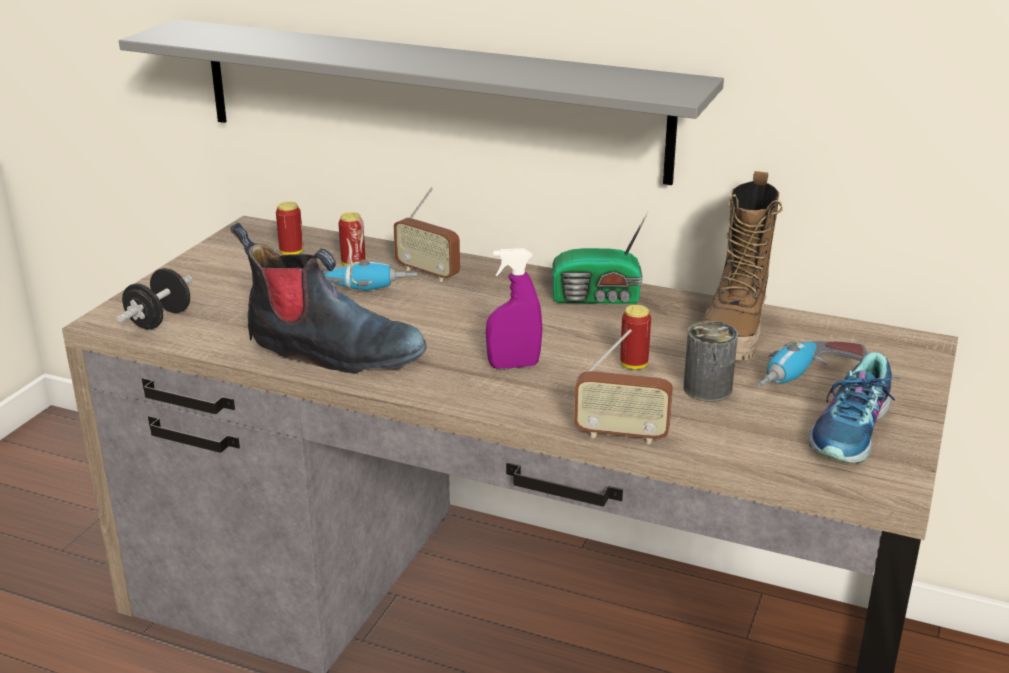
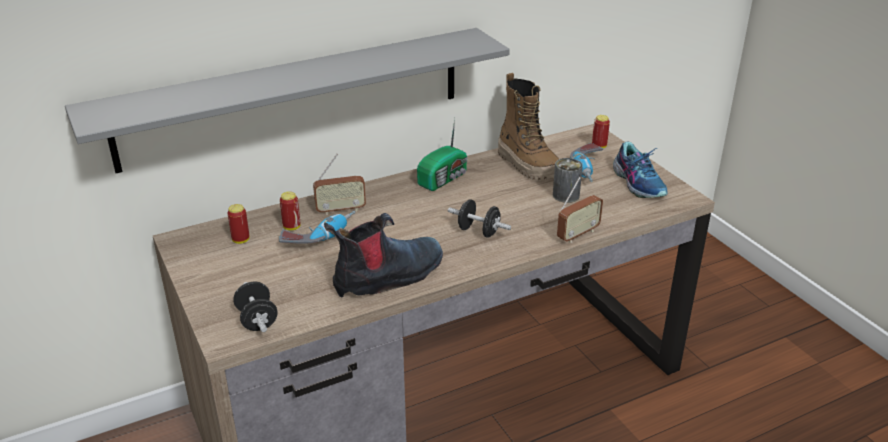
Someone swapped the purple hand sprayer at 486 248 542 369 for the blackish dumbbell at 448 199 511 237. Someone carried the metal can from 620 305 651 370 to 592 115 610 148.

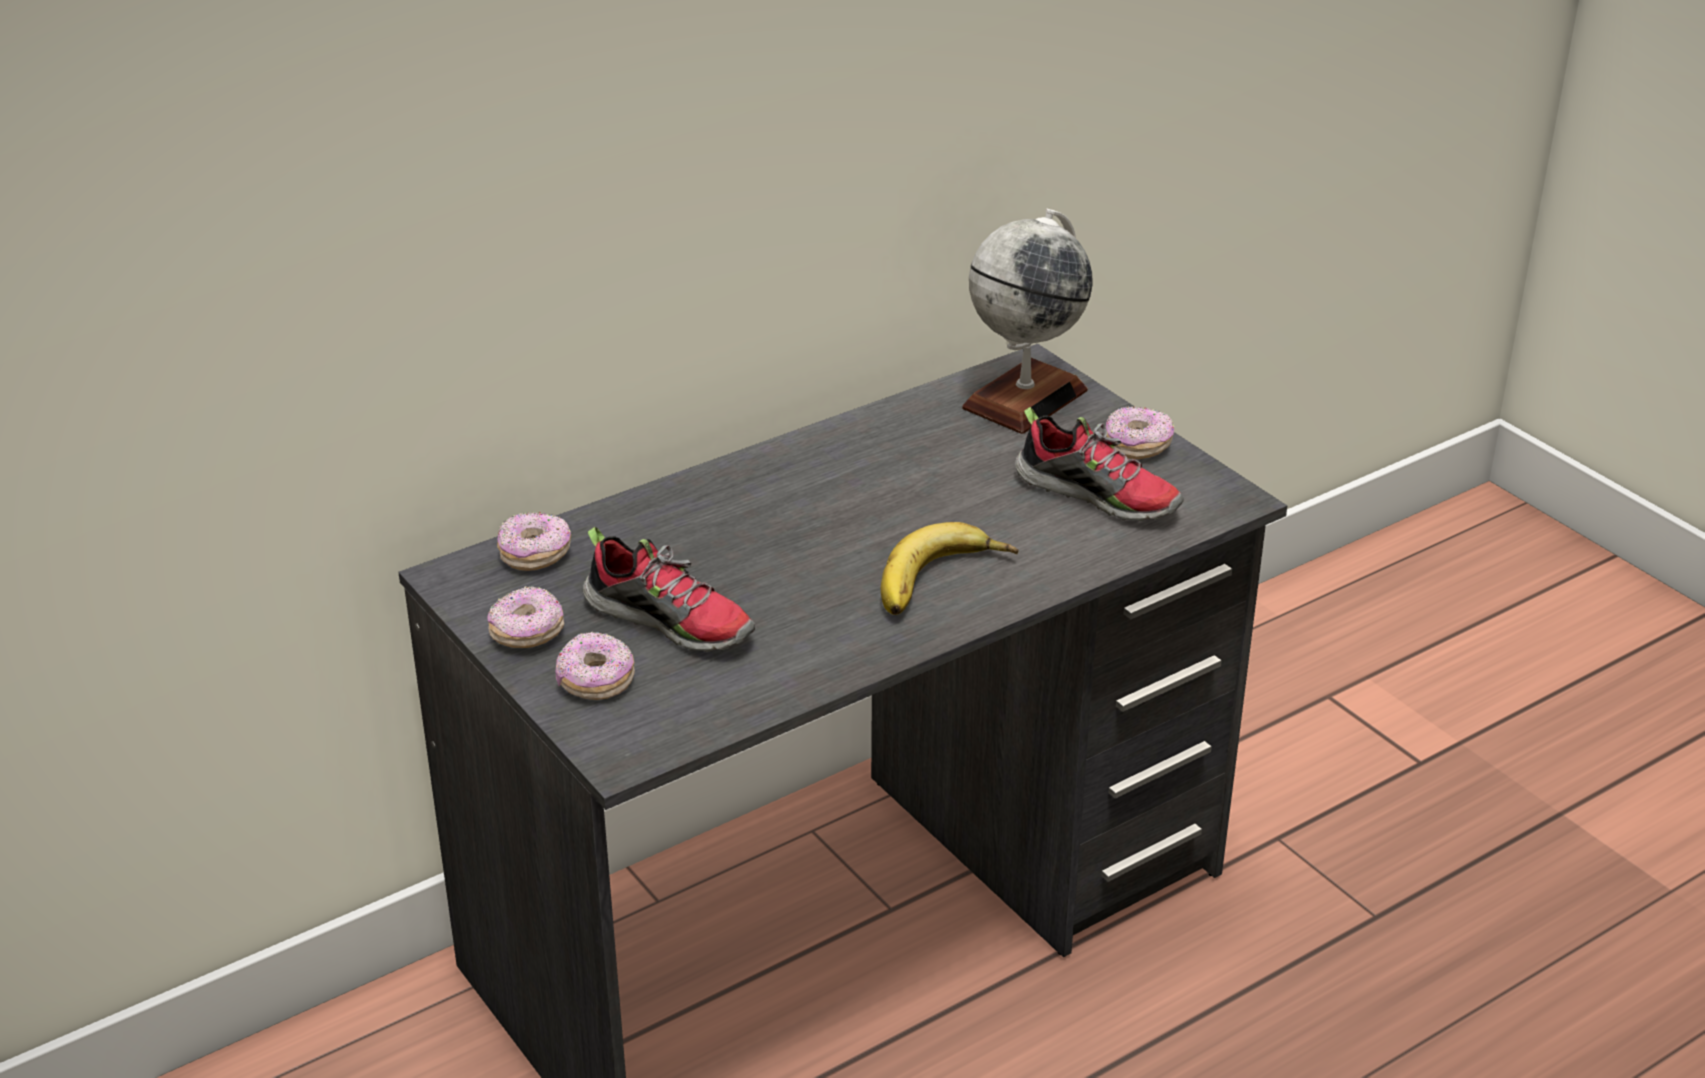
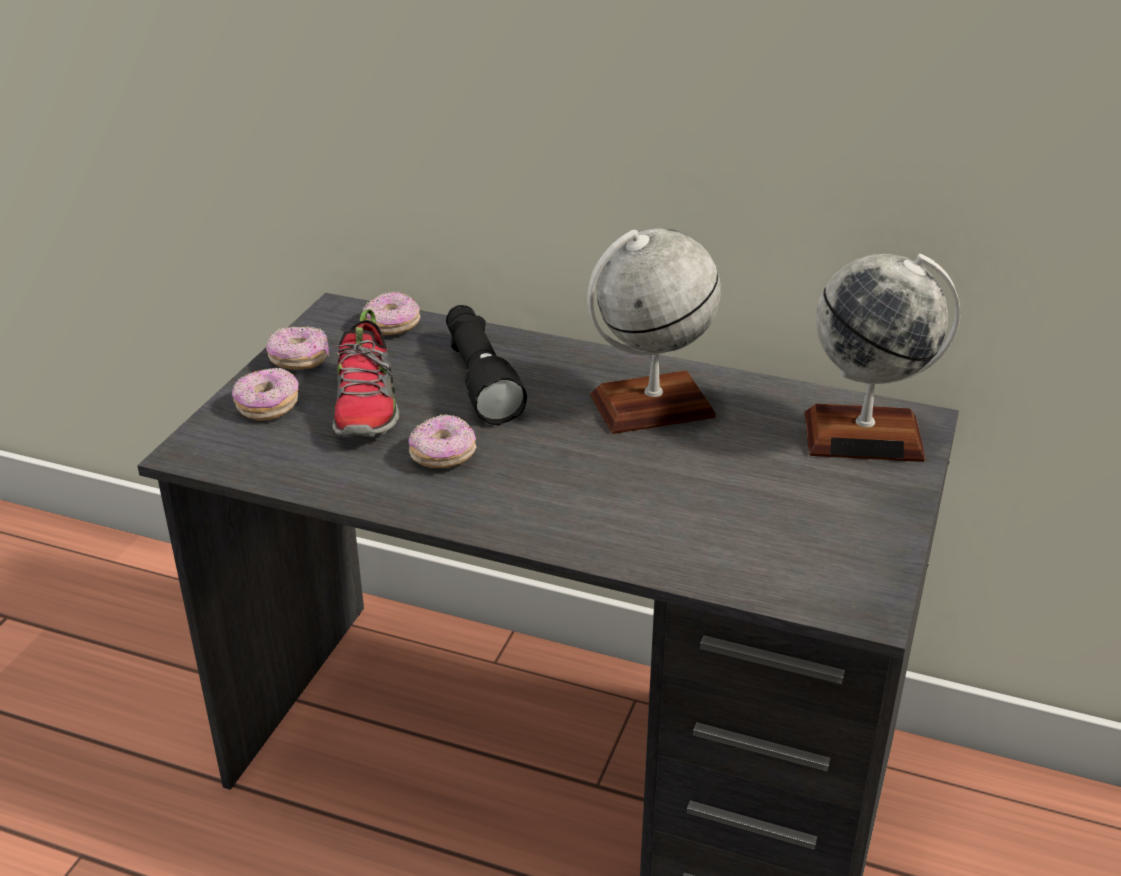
Someone carried the ring doughnut from 1106 406 1174 459 to 409 414 476 468. Someone put down the blackish torch at 446 305 527 425. Someone put down the world globe at 587 228 721 434. Someone took away the banana at 881 522 1018 615. Someone took away the shoe at 1015 407 1184 522.

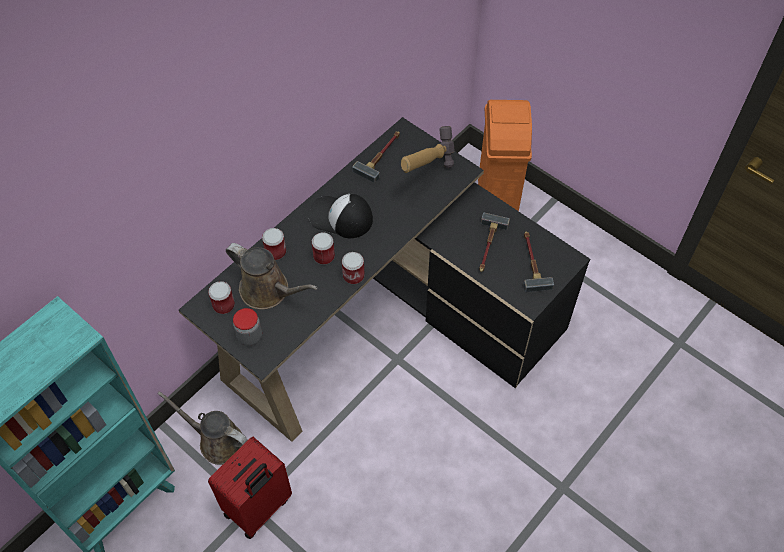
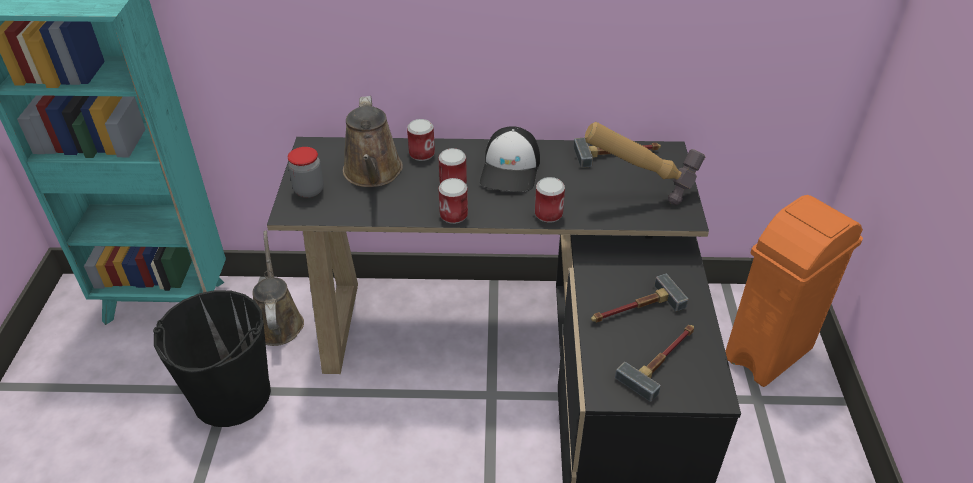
Someone swapped the reddish piece of luggage at 208 437 292 539 for the blackish pail at 153 290 271 427. Someone rotated the cap at 309 194 373 238 by 150 degrees counterclockwise. Someone carried the metal can from 208 281 235 314 to 535 177 565 223.

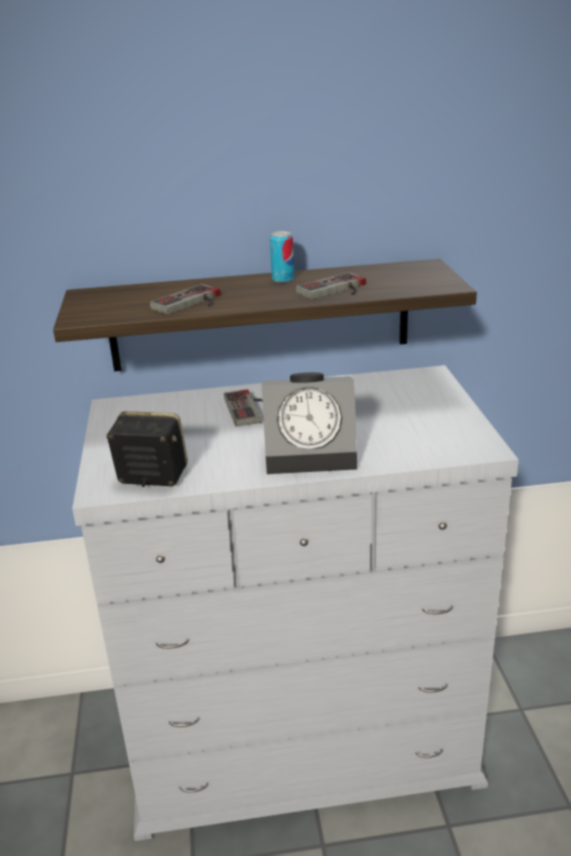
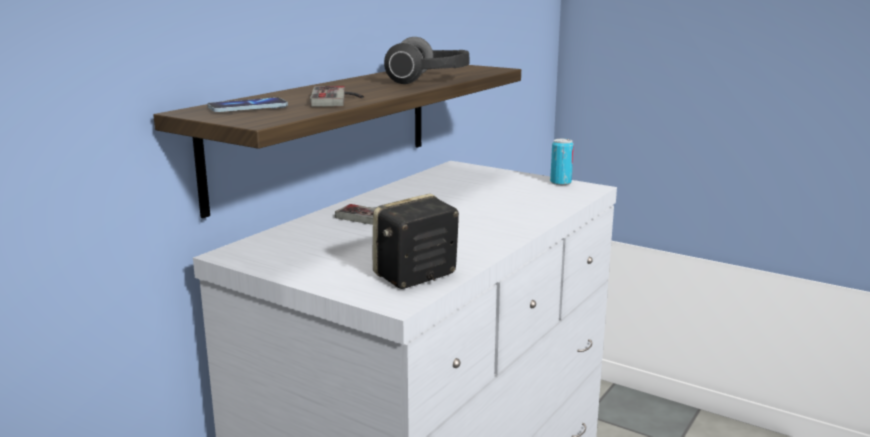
Someone put down the handset at 207 97 288 112. Someone swapped the gamepad at 295 272 366 299 for the pair of headphones at 384 37 470 84. Someone carried the metal can from 270 231 294 283 to 550 139 574 185. Someone took away the alarm clock at 262 372 357 474.

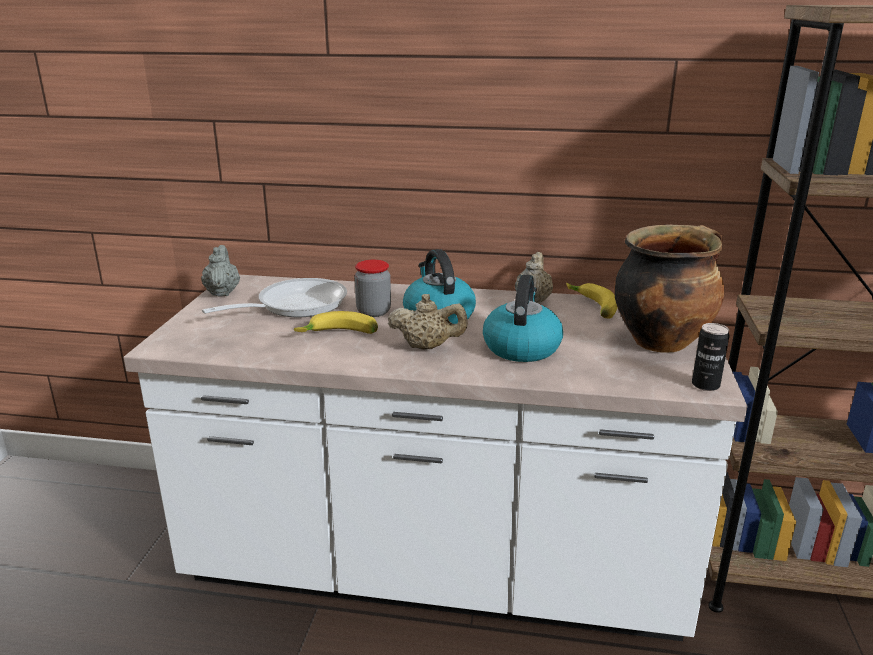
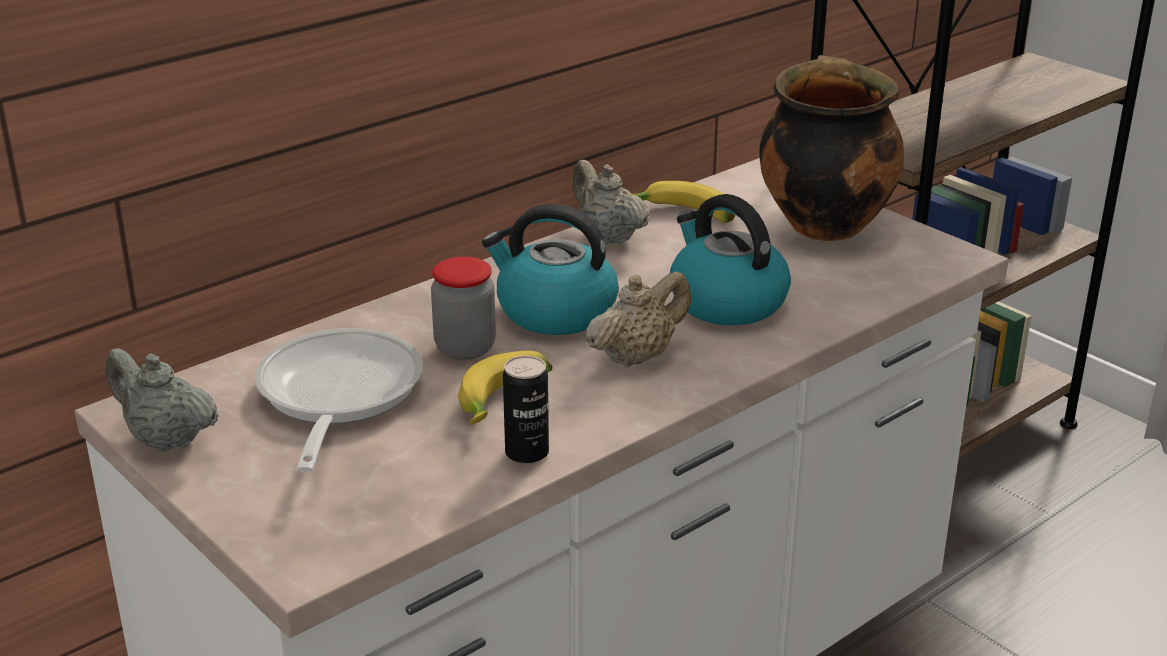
Someone carried the metal can from 692 323 729 391 to 503 355 549 464.

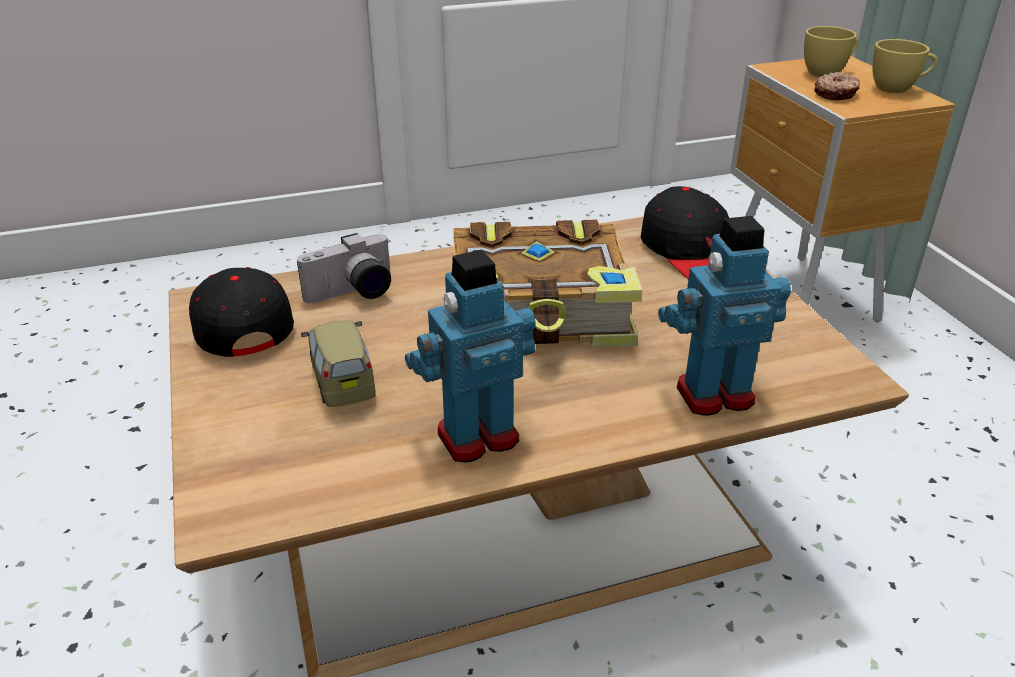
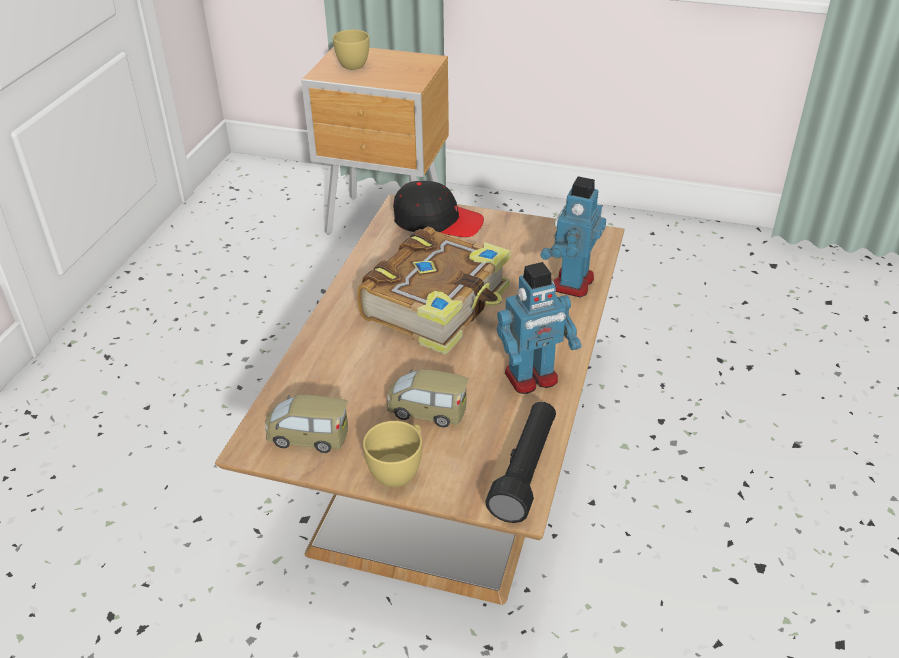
Someone swapped the blackish cap at 189 267 294 357 for the toy car at 265 395 348 453. Someone carried the yellow-coloured drinking cup from 872 39 937 93 to 363 421 422 487. Someone put down the blackish torch at 485 402 556 523. Someone rotated the toy robot at 405 249 536 462 by 120 degrees counterclockwise. Someone took away the photo camera at 297 233 391 303. Someone took away the ring doughnut at 814 72 860 100.

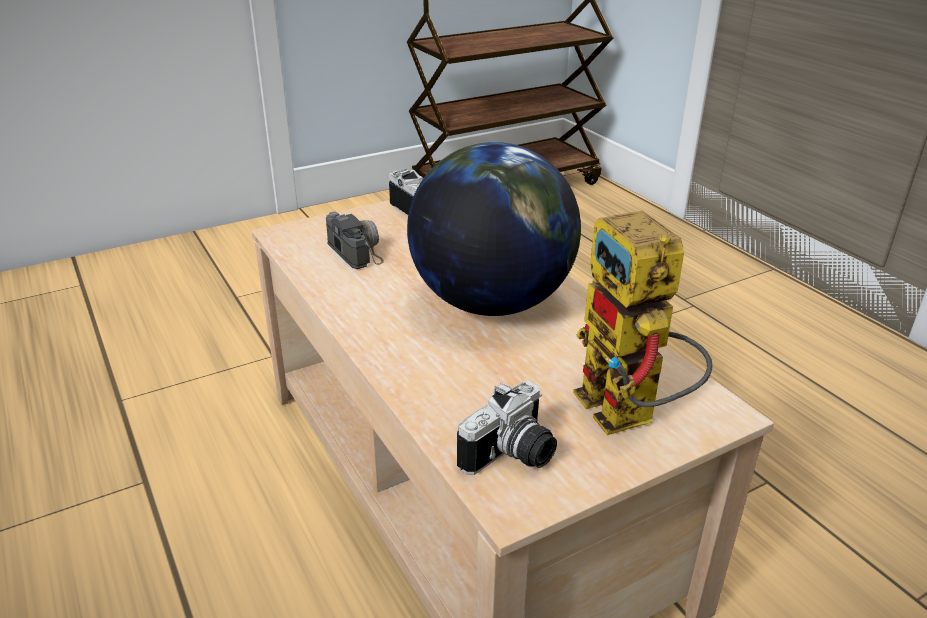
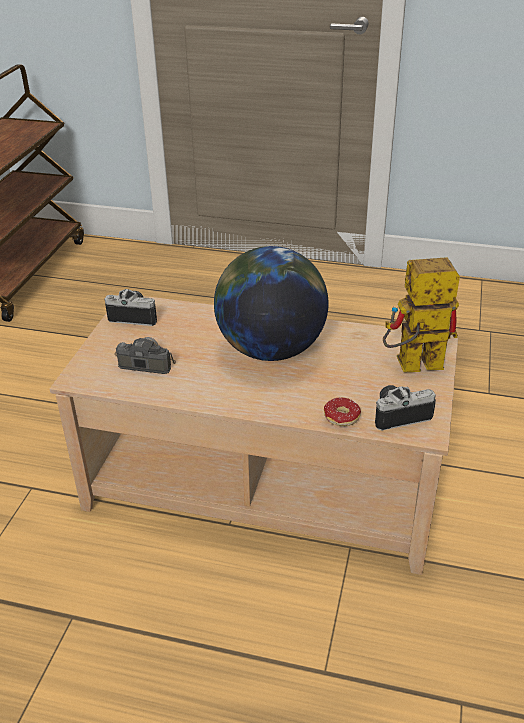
Someone put down the ring doughnut at 324 398 361 426. Someone rotated the photo camera at 457 381 557 475 by 105 degrees counterclockwise. Someone rotated the toy robot at 573 211 713 435 by 150 degrees clockwise.

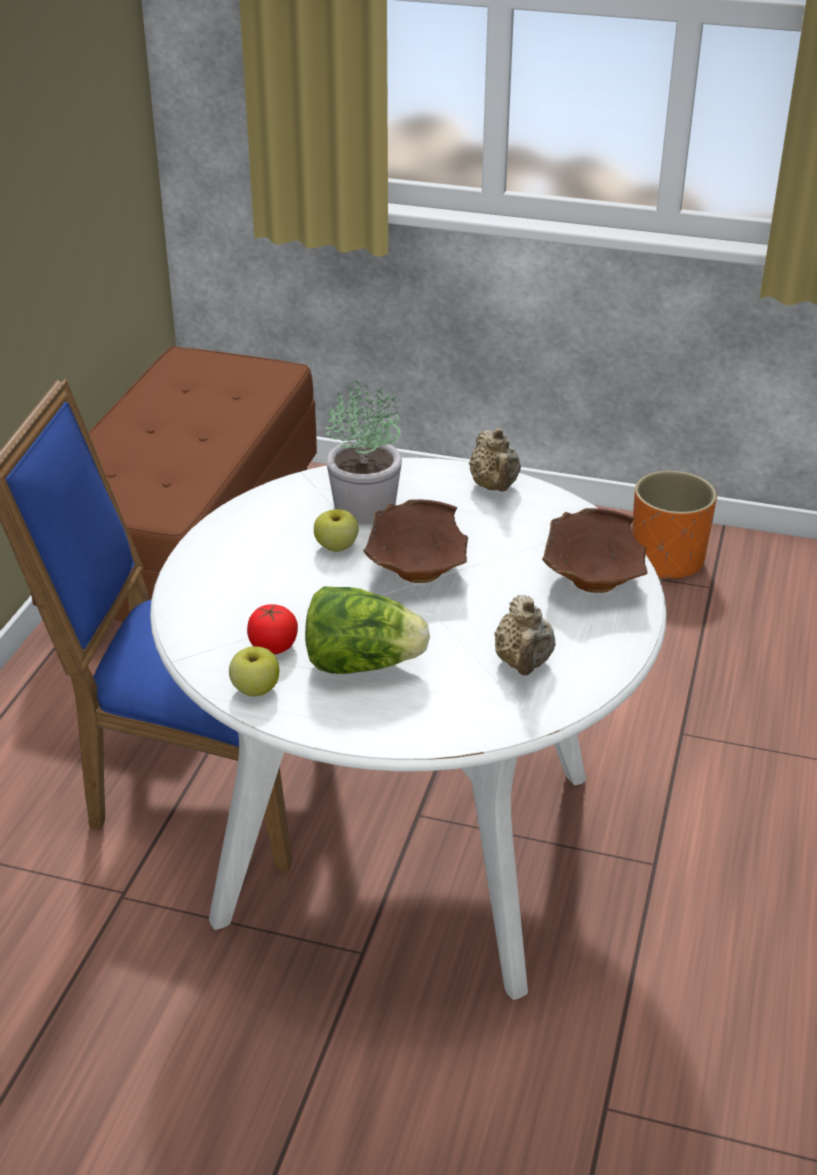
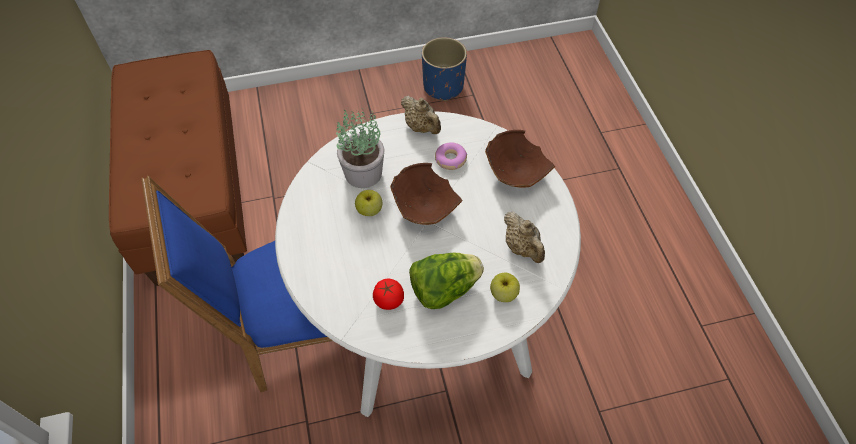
Someone repainted the orange flower pot at 632 471 717 580, which became the blue flower pot at 422 37 467 101. Someone put down the ring doughnut at 435 142 467 170. Someone carried the whole apple from 229 646 279 696 to 490 273 520 302.

